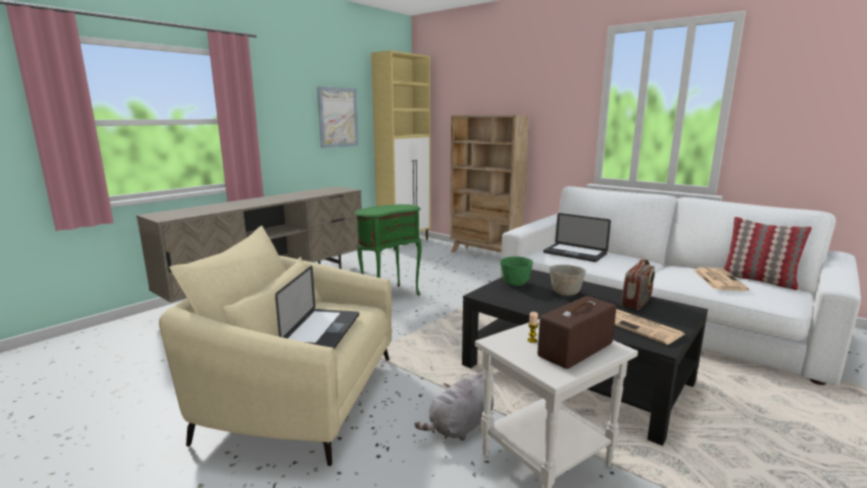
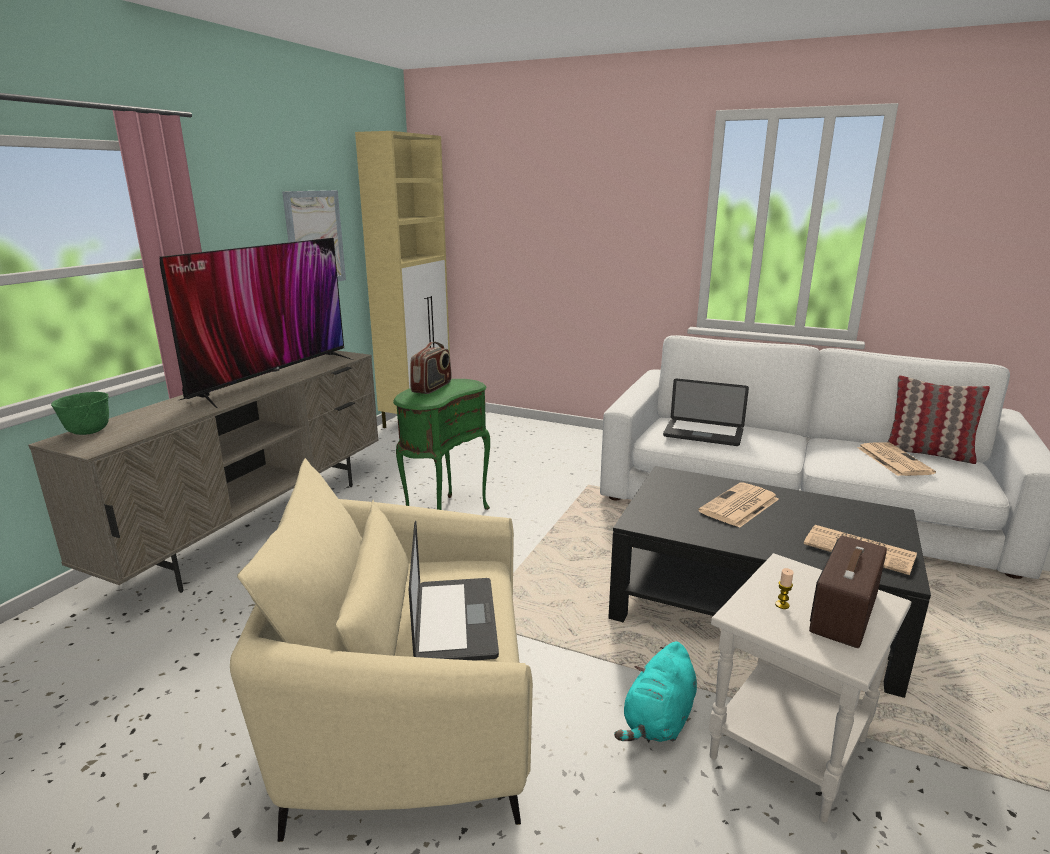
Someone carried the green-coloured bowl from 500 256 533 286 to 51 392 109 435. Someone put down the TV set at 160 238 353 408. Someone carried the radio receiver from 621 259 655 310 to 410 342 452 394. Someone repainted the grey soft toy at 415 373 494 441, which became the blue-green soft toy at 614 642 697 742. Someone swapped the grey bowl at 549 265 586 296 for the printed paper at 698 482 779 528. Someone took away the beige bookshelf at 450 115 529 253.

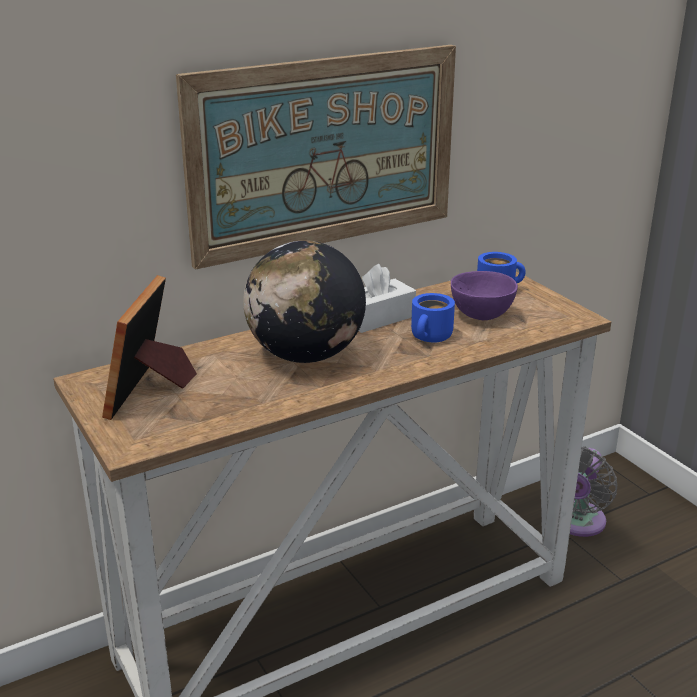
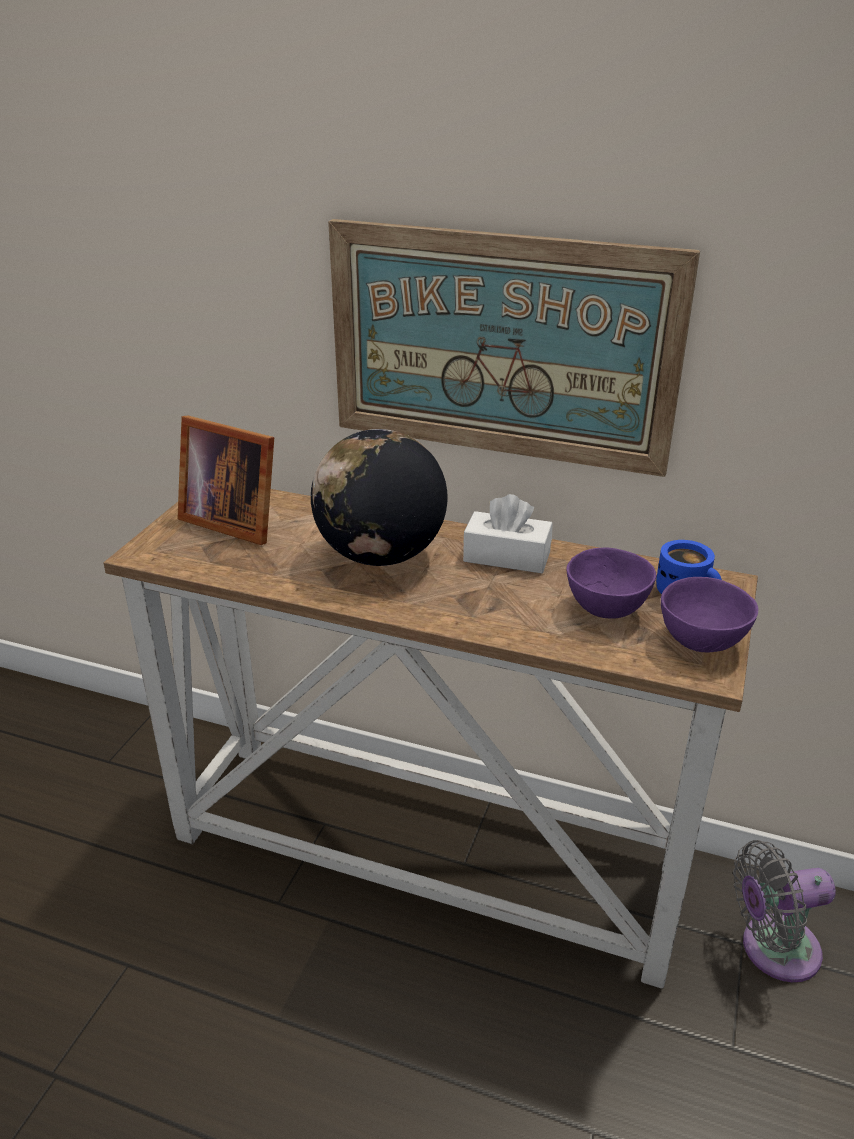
Someone rotated the picture frame at 102 275 197 420 by 120 degrees counterclockwise. Someone put down the purple bowl at 661 577 758 653. Someone took away the blue tea mug at 411 293 455 342.

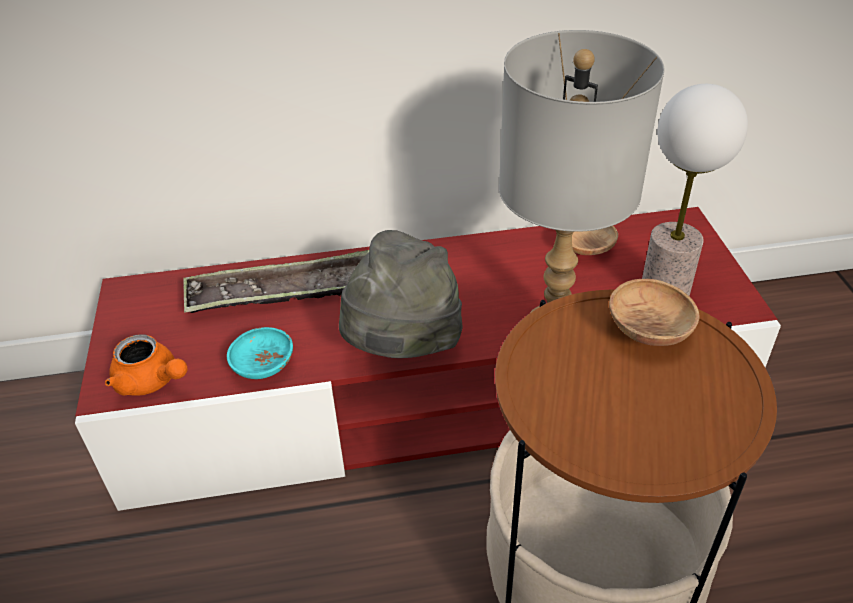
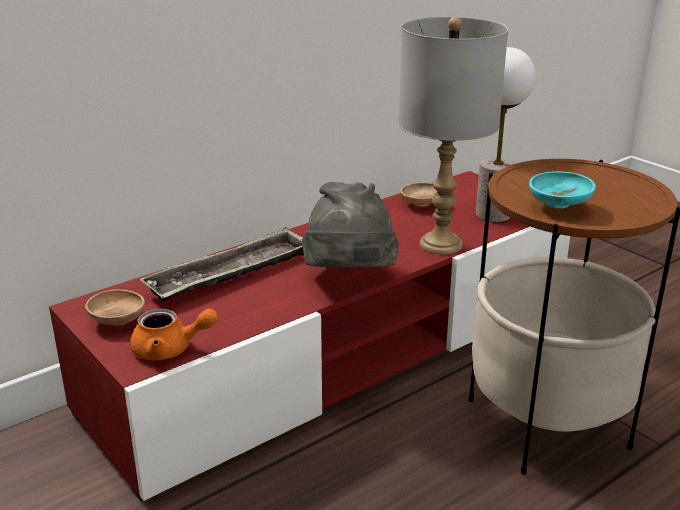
Someone carried the brownish bowl from 609 279 699 346 to 85 289 145 326. Someone carried the blue-green bowl from 227 327 293 379 to 529 171 596 209.

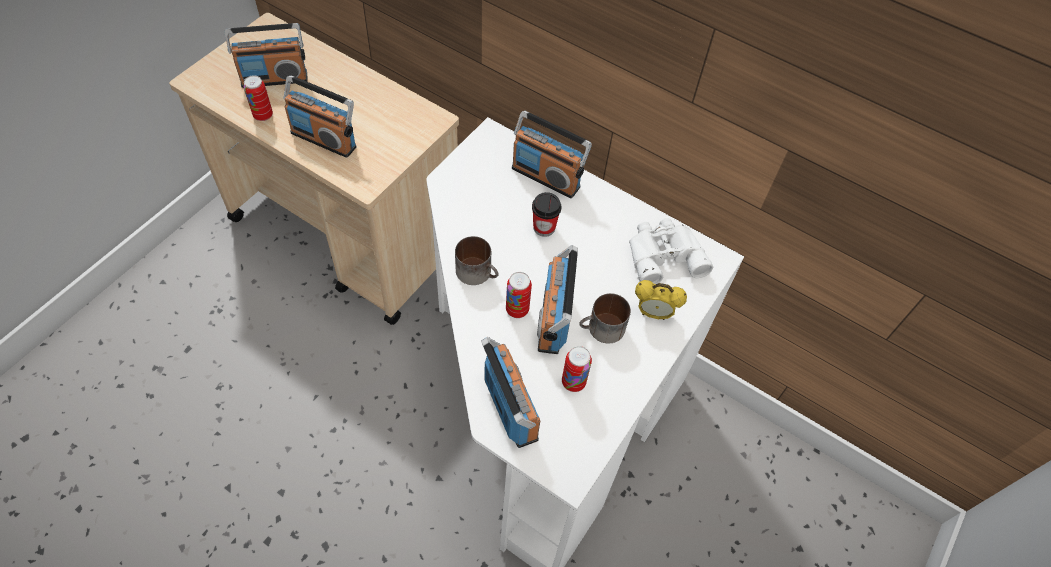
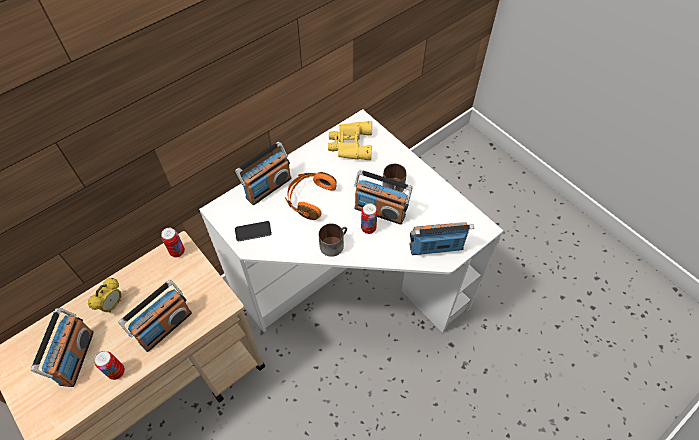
Someone carried the alarm clock from 635 280 687 320 to 88 278 121 312. Someone carried the metal can from 562 346 592 392 to 161 228 185 257. Someone put down the handset at 235 221 272 241. Someone swapped the drinking cup at 532 192 561 237 for the orange pair of headphones at 285 172 337 220. Someone repainted the white field glasses at 629 218 713 284, which became the yellow-coloured field glasses at 328 121 372 160.

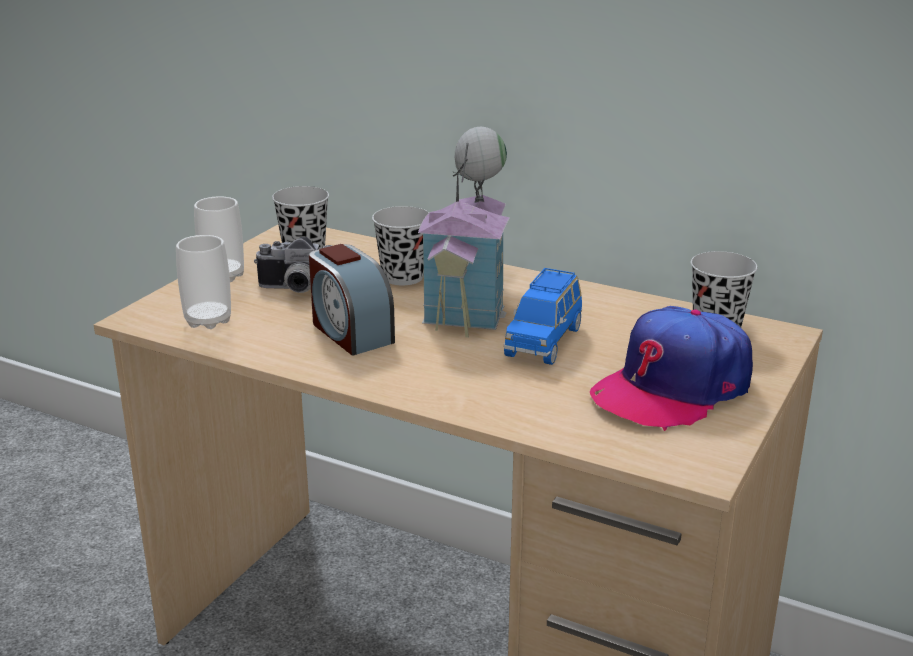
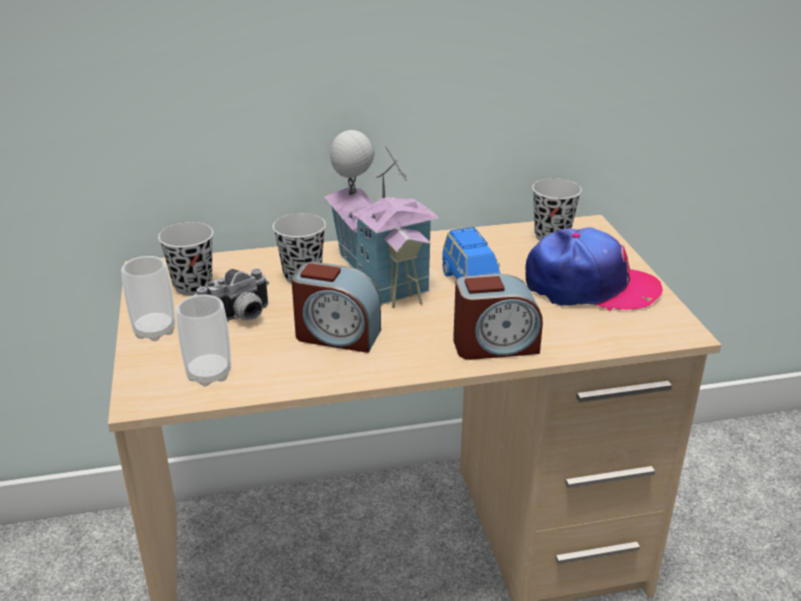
Someone put down the alarm clock at 453 274 543 360. Someone rotated the cap at 590 306 753 431 by 90 degrees counterclockwise.

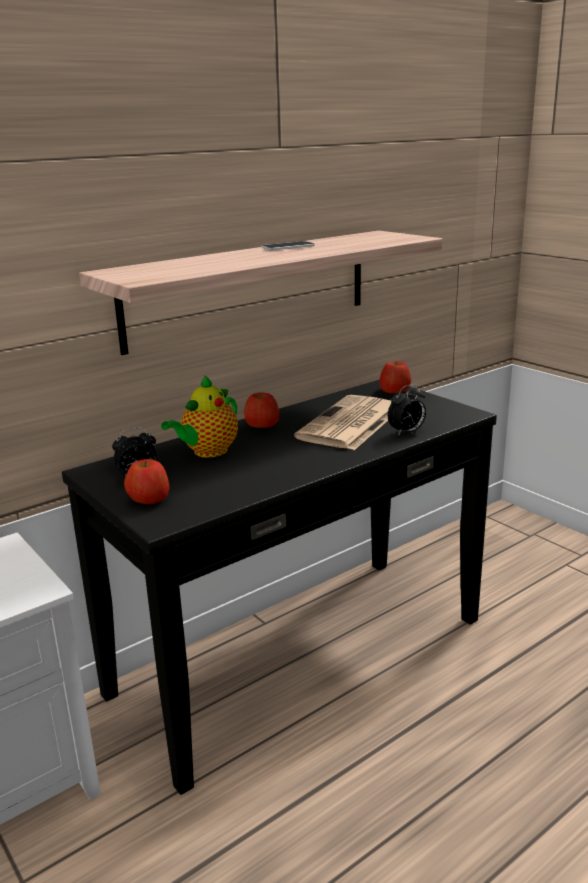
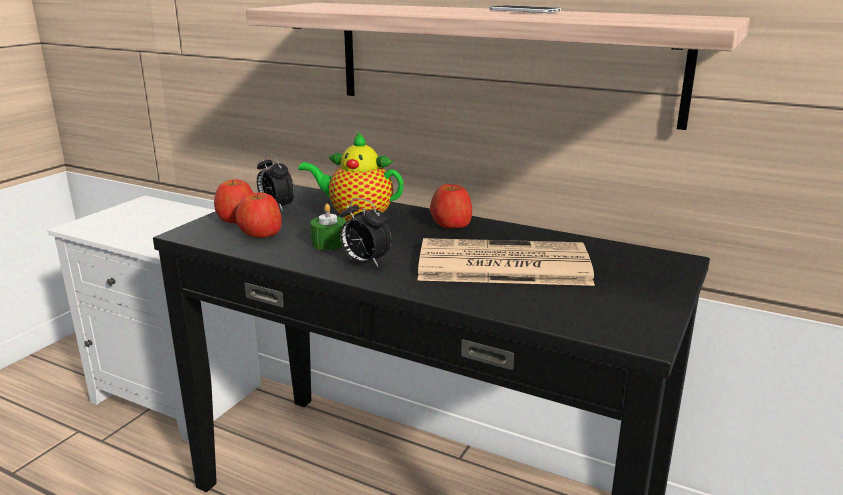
Someone carried the whole apple from 380 361 411 393 to 236 192 282 238. Someone put down the green-coloured candle at 310 204 346 250. Someone carried the alarm clock from 388 384 426 436 to 340 198 392 267.

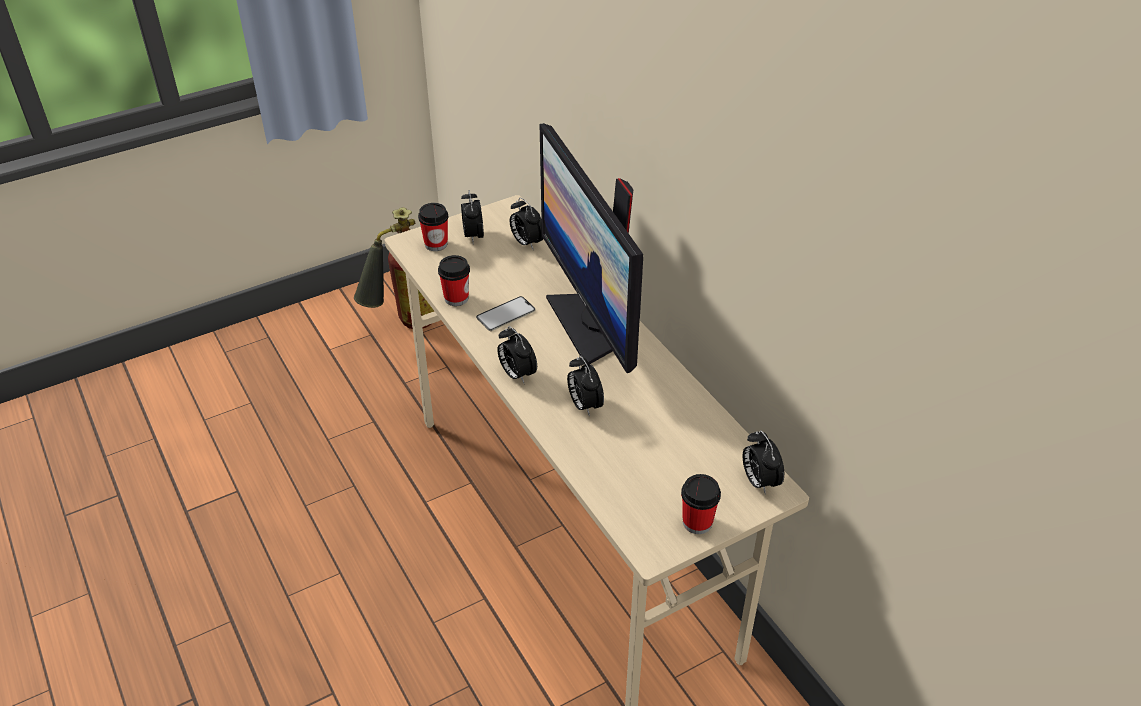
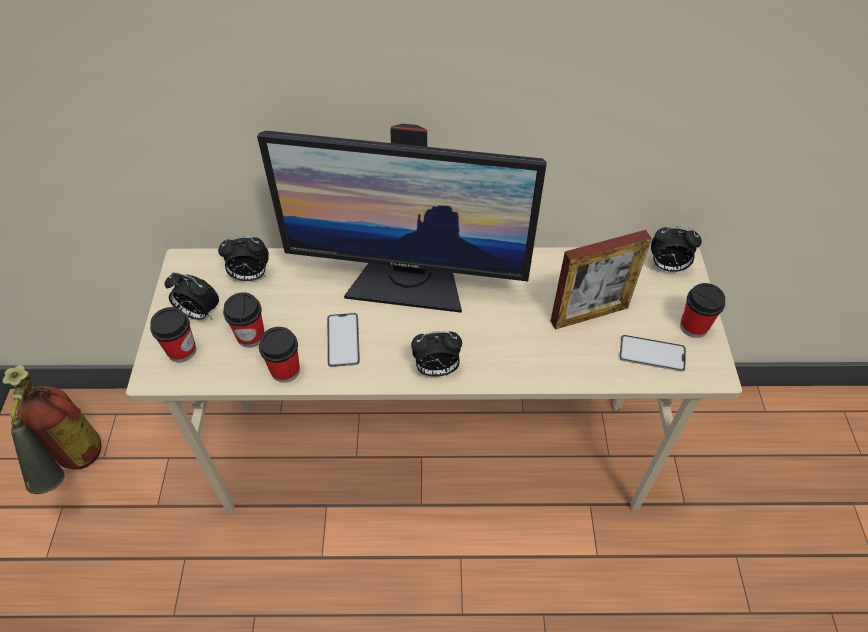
Someone put down the drinking cup at 223 292 264 347. Someone put down the picture frame at 551 230 652 330. Someone put down the handset at 619 335 686 372. Someone took away the alarm clock at 567 356 604 417.

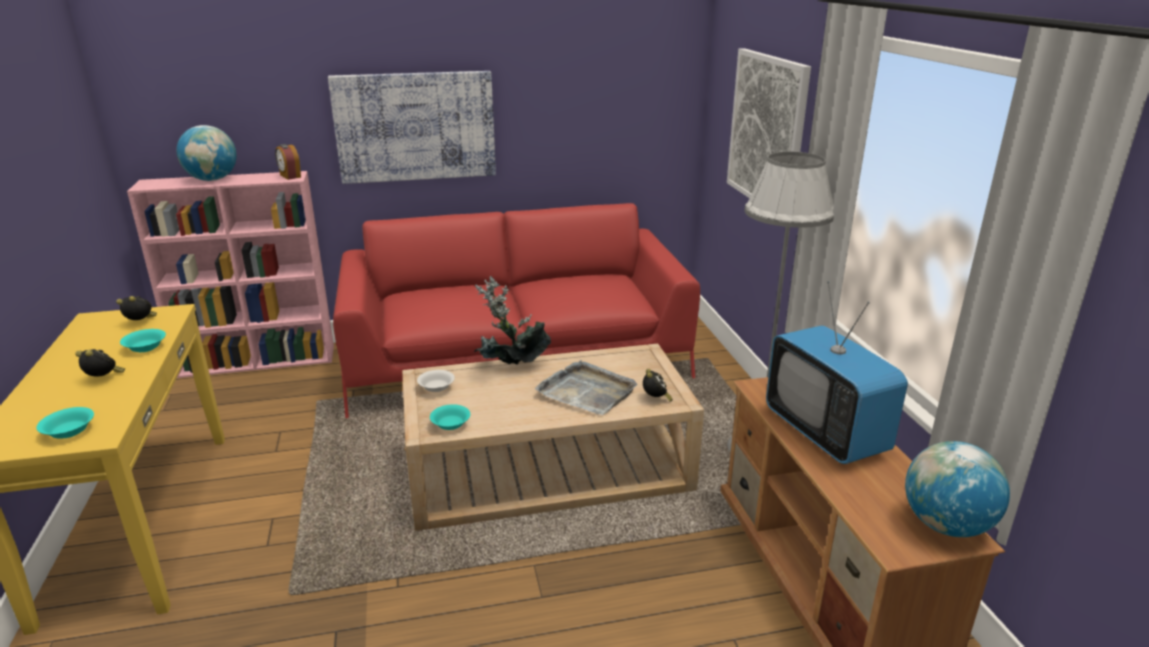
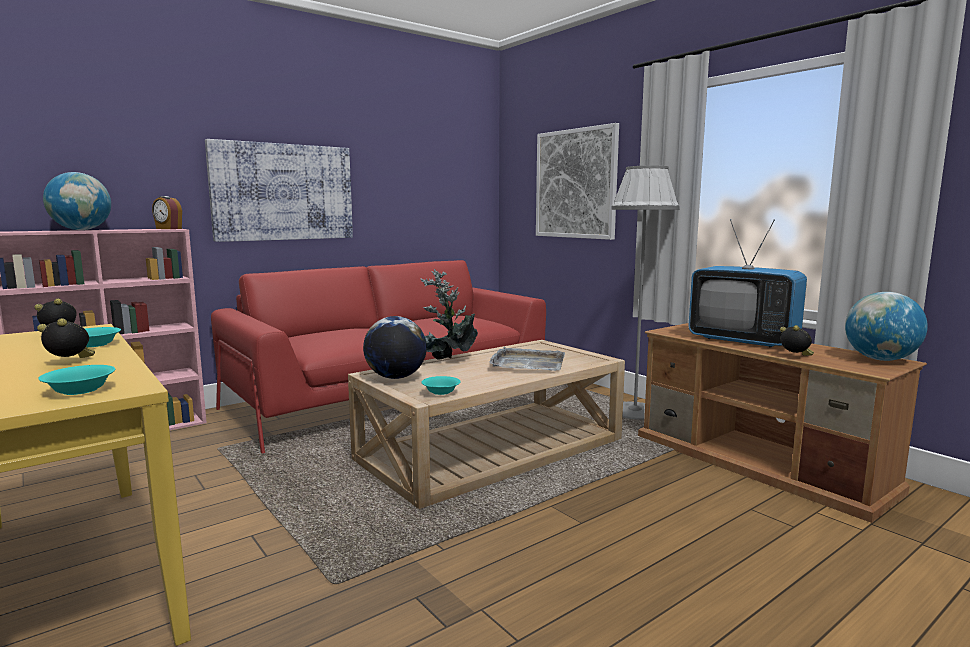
Someone swapped the white bowl at 417 370 455 392 for the world globe at 363 316 427 379. Someone carried the alarm clock from 643 369 673 402 to 780 325 814 356.

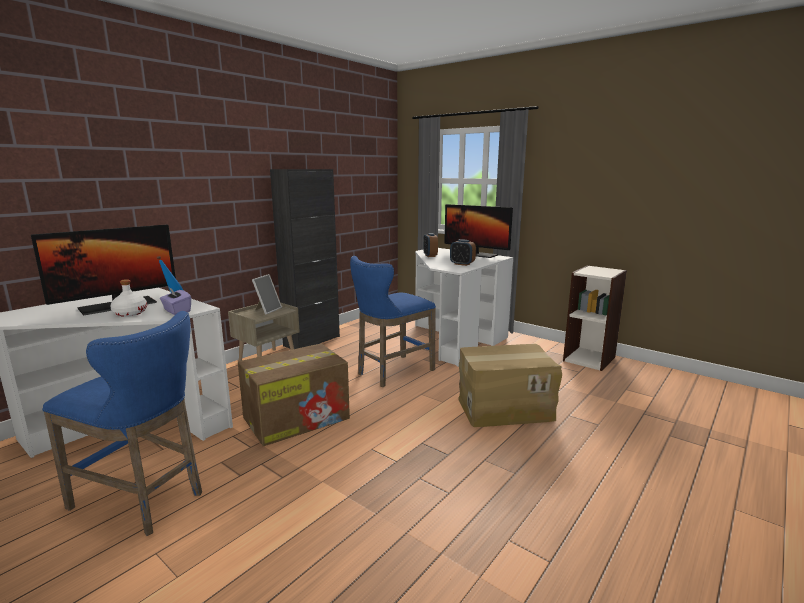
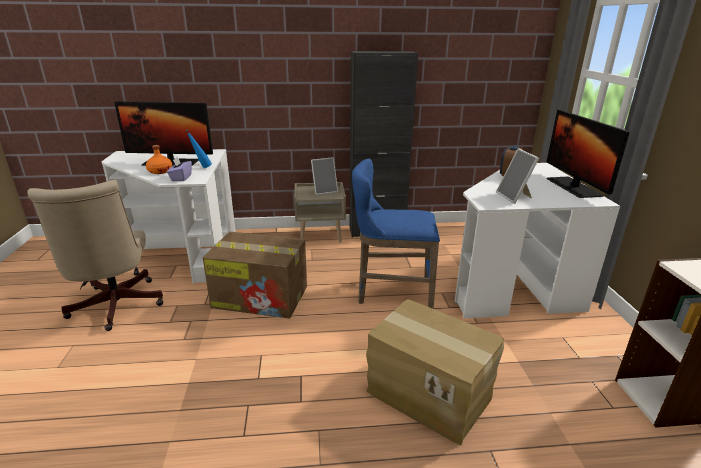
Someone swapped the blue sitting stool at 42 311 202 536 for the beige desk chair at 27 180 163 331. Someone repainted the white beverage bottle at 110 279 147 317, which became the orange beverage bottle at 146 145 172 174. Someone swapped the alarm clock at 450 239 476 266 for the picture frame at 496 148 539 204.

